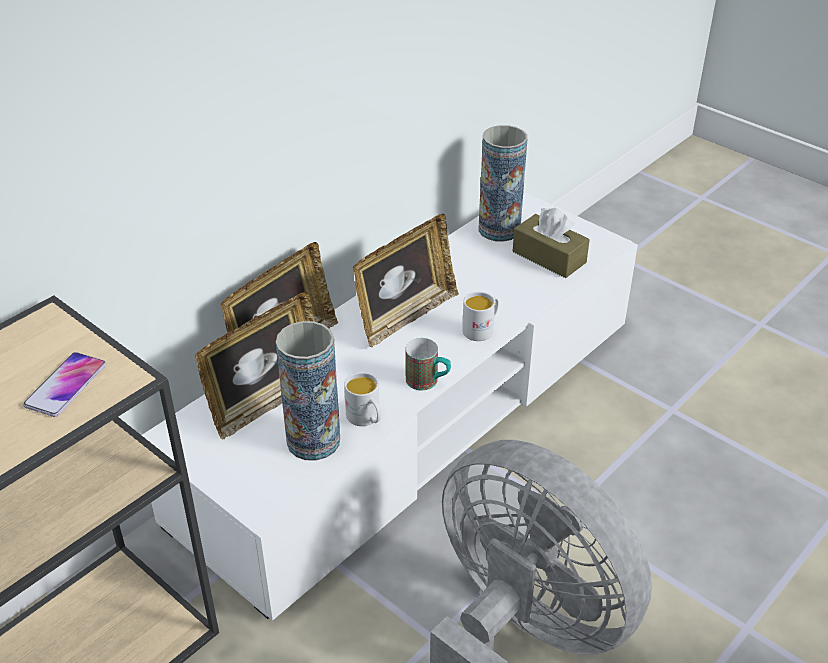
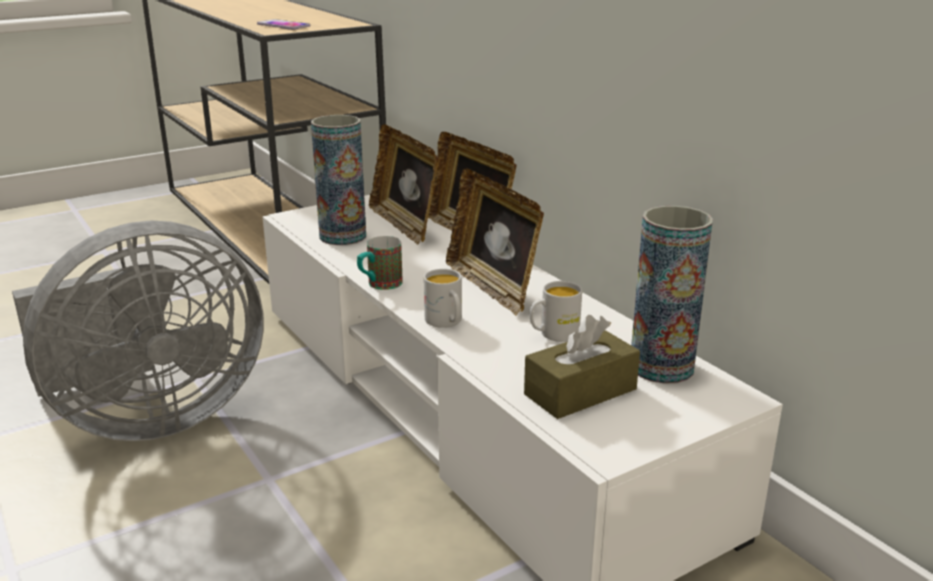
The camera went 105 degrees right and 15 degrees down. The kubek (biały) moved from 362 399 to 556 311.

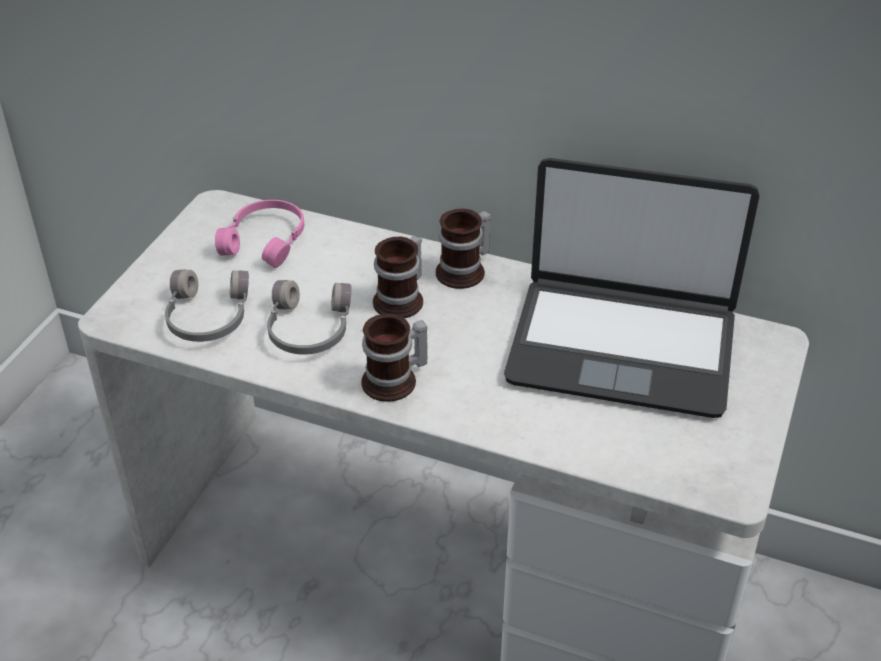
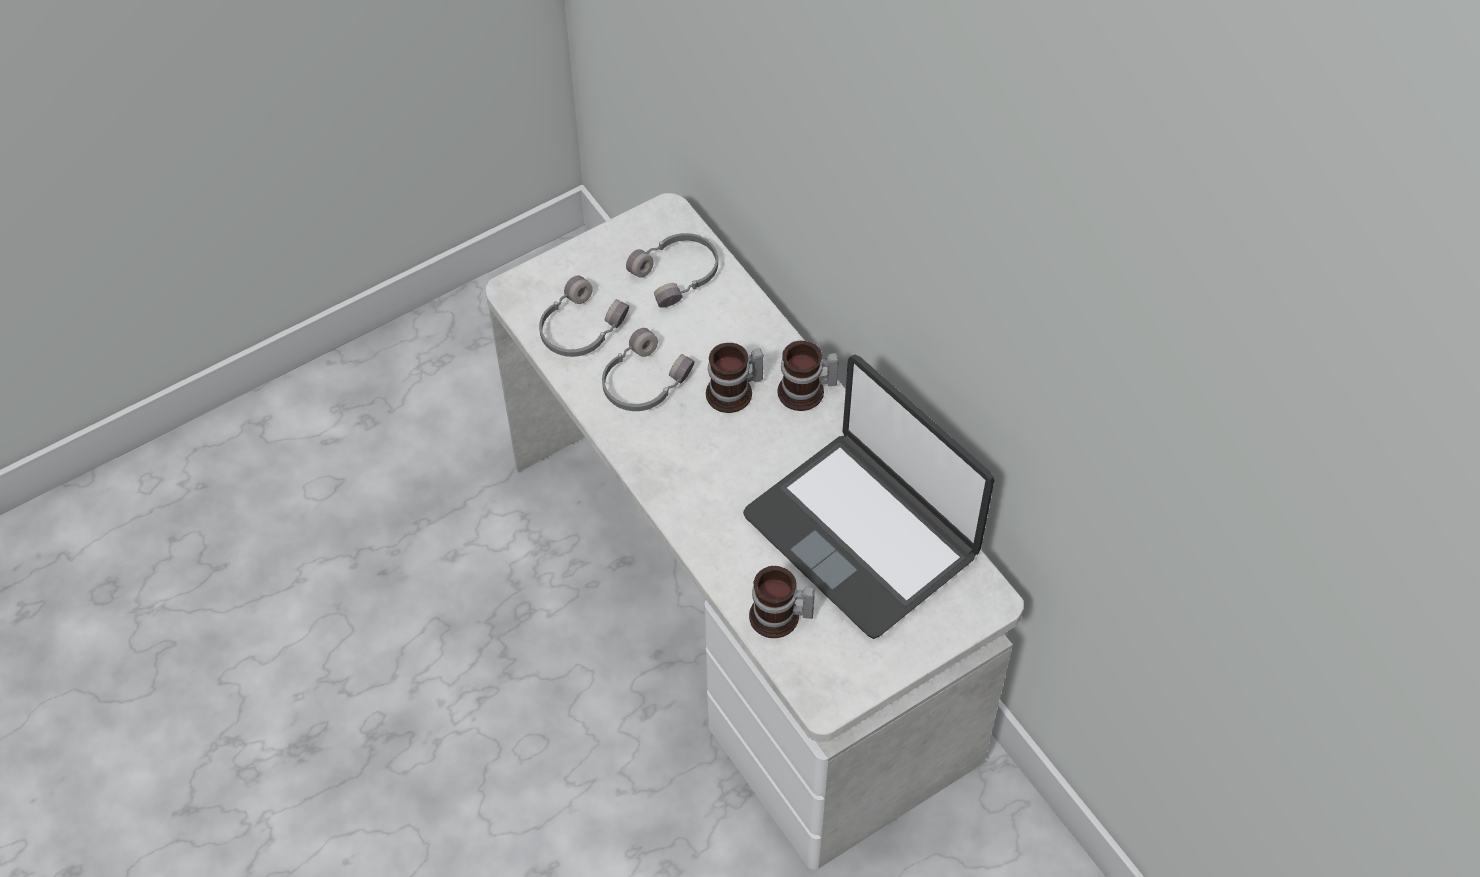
The camera went 35 degrees right and 15 degrees up. The słuchawki (różowy) at 259 234 became the słuchawki (szary) at 672 270. The kubek moved from 394 358 to 782 602.

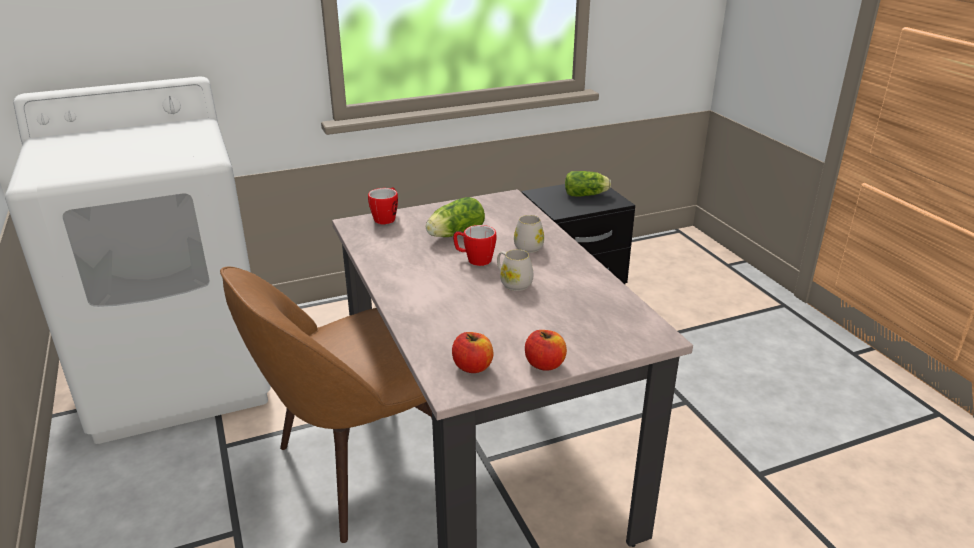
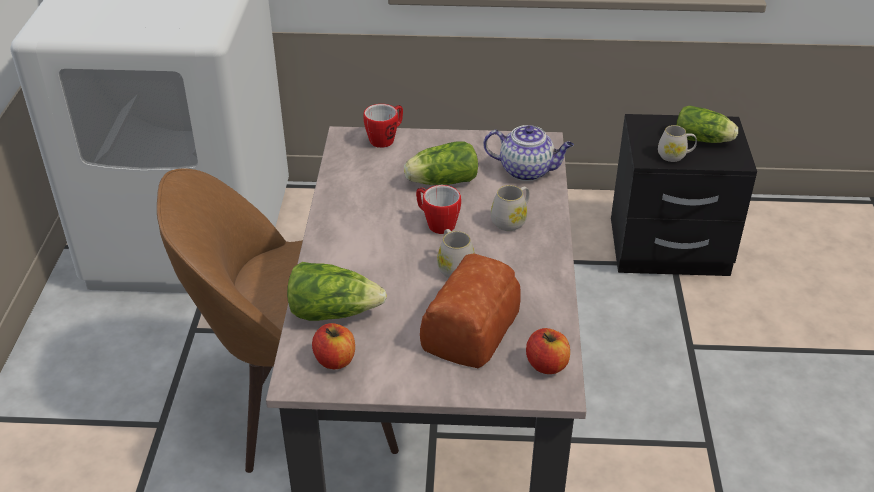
The camera went 25 degrees right and 10 degrees up. The sałata at 337 291 appeared. The chleb at 470 311 appeared. The imbryk at 528 153 appeared. The jabłko moved from 546 350 to 548 351. The kubek (biały) at 677 143 appeared.

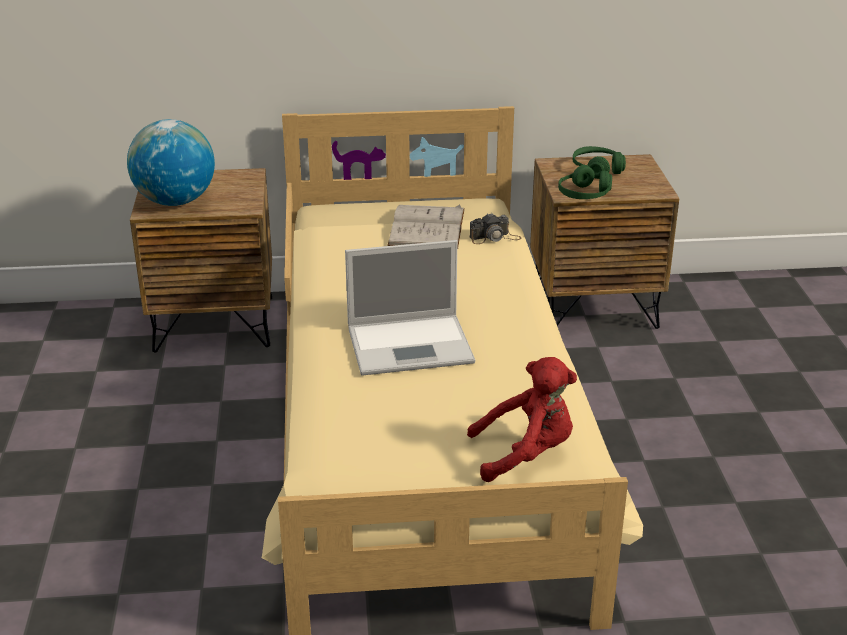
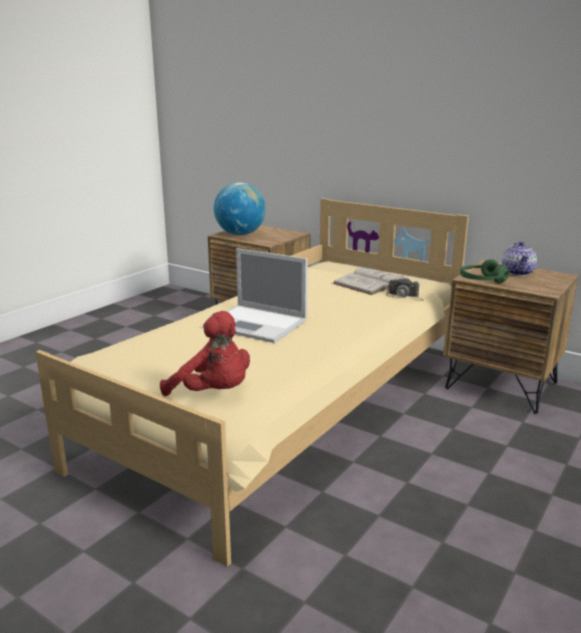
The camera went 40 degrees right and 10 degrees down. The słuchawki (zielony) at 599 162 was replaced by the imbryk at 519 258.

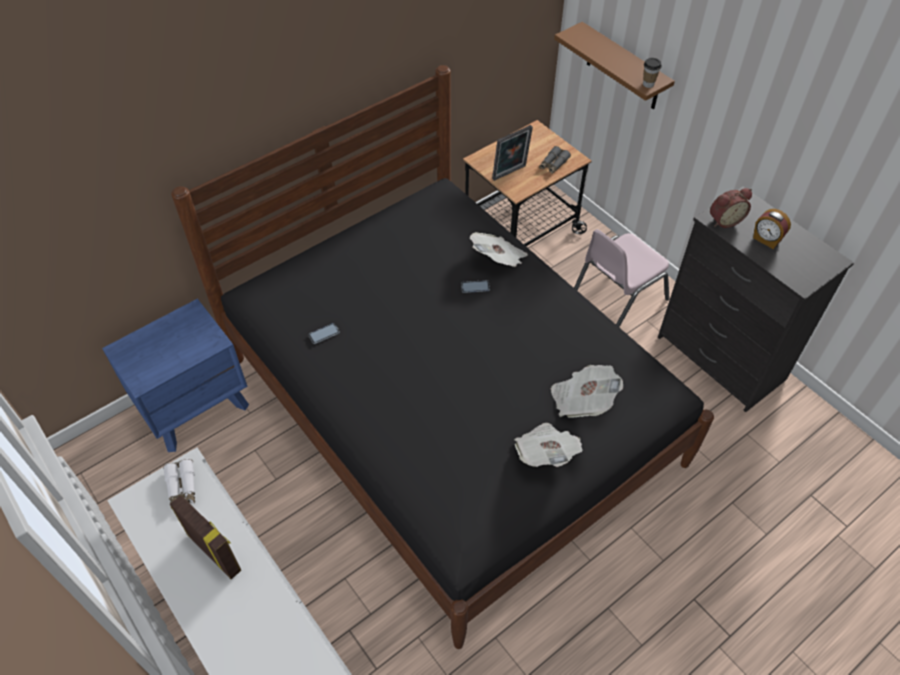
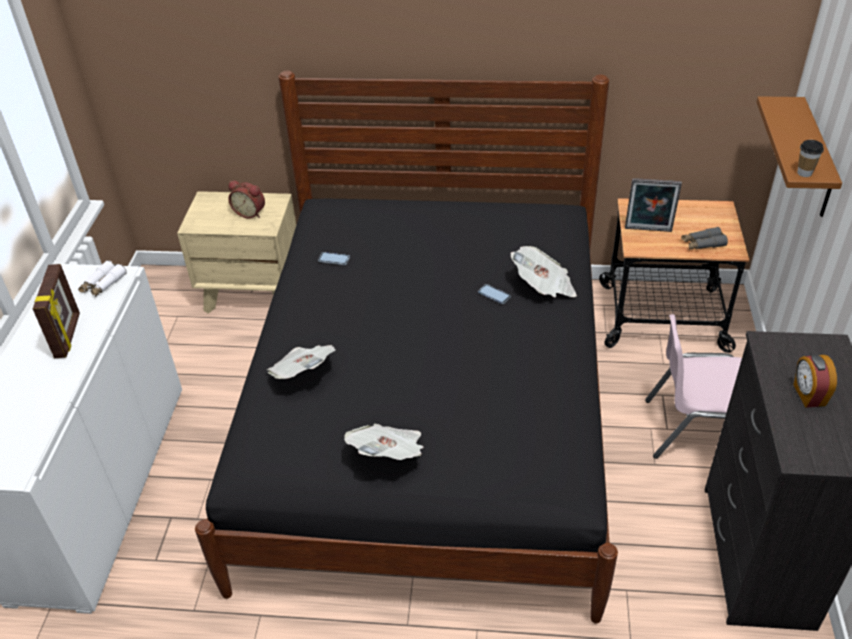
The camera went 45 degrees right and 10 degrees down. The szafka nocna (niebieski) at 175 375 became the szafka nocna (beżowy) at 236 252. The budzik moved from 731 208 to 246 200. The gazeta moved from 587 391 to 301 362.

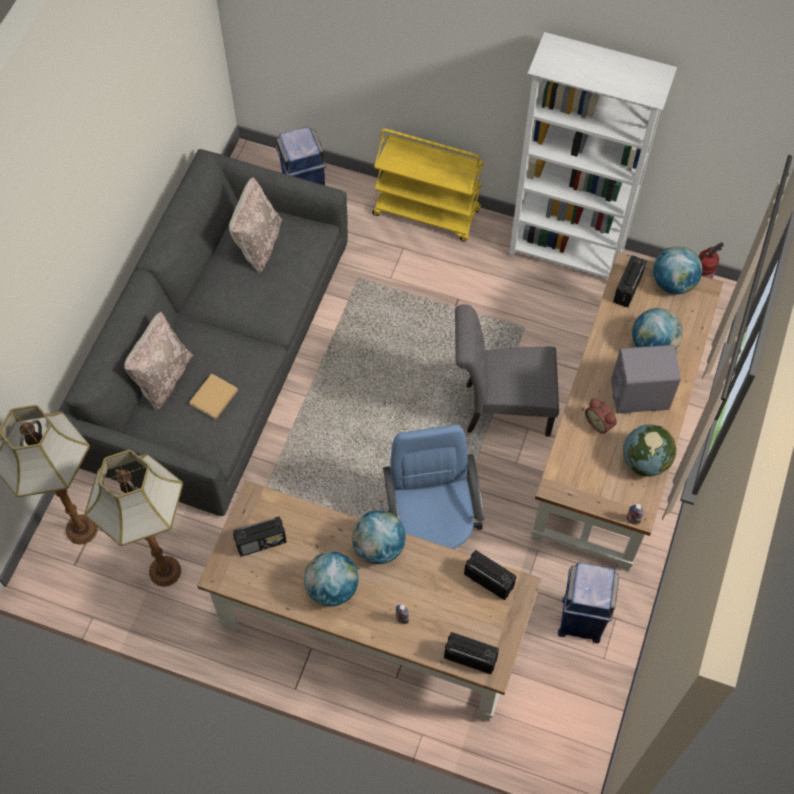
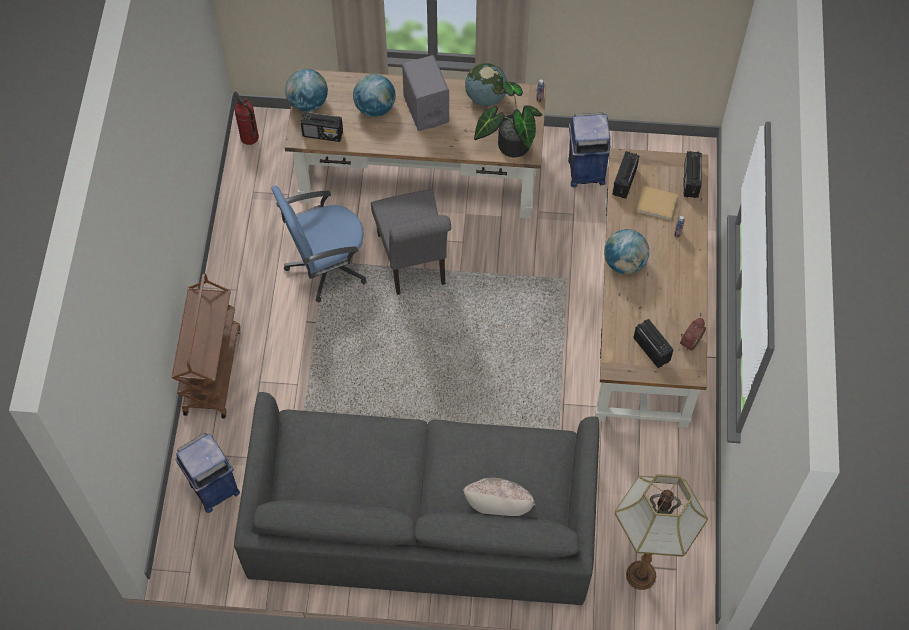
The camera went 105 degrees left and 0 degrees up. The wózek (żółty) at 428 185 became the wózek (brązowy) at 205 346. The krzesło biurowe (niebieski) moved from 434 487 to 319 244. The roślina doniczkowa at 508 120 appeared. The książka (beżowy) moved from 213 396 to 657 203. The budzik moved from 601 416 to 693 334. The lampa stojąca at 133 518 disappeared. The poduszka (beżowy) at 255 225 disappeared. The globus at 331 578 disappeared. The regał (biały) at 593 155 disappeared.

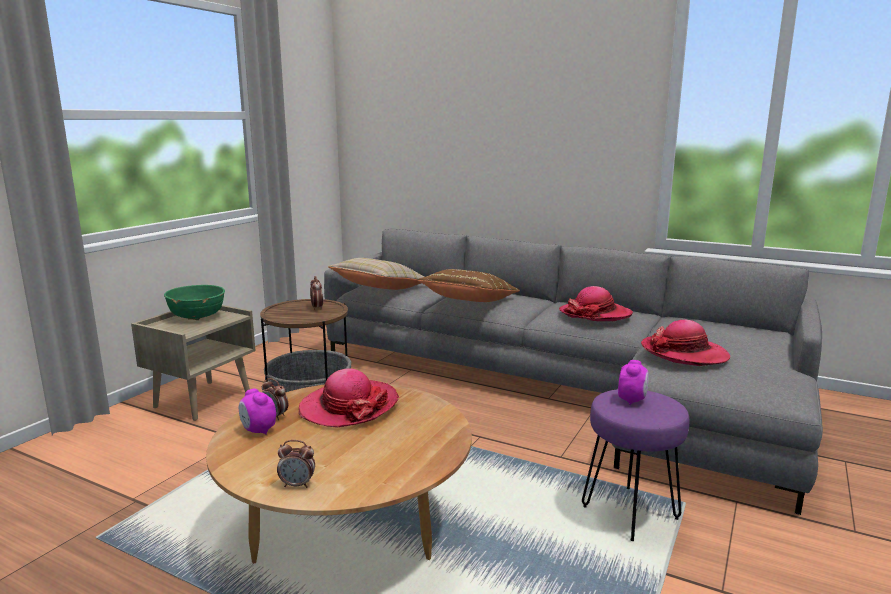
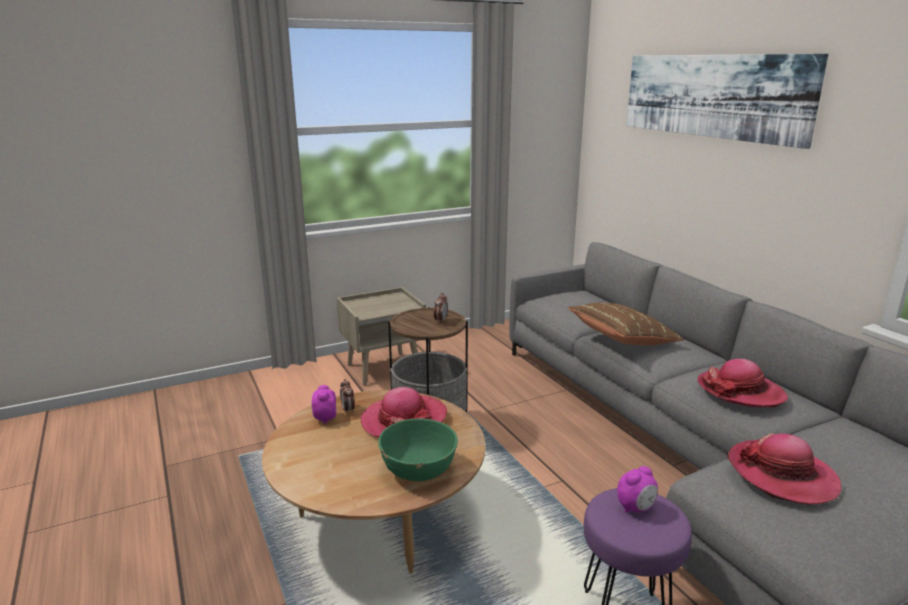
The camera went 35 degrees right and 5 degrees up. The miska (zielony) moved from 194 302 to 418 449. The obraz at 727 101 appeared. The budzik at 296 464 disappeared. The poduszka (beżowy) at 376 274 disappeared.

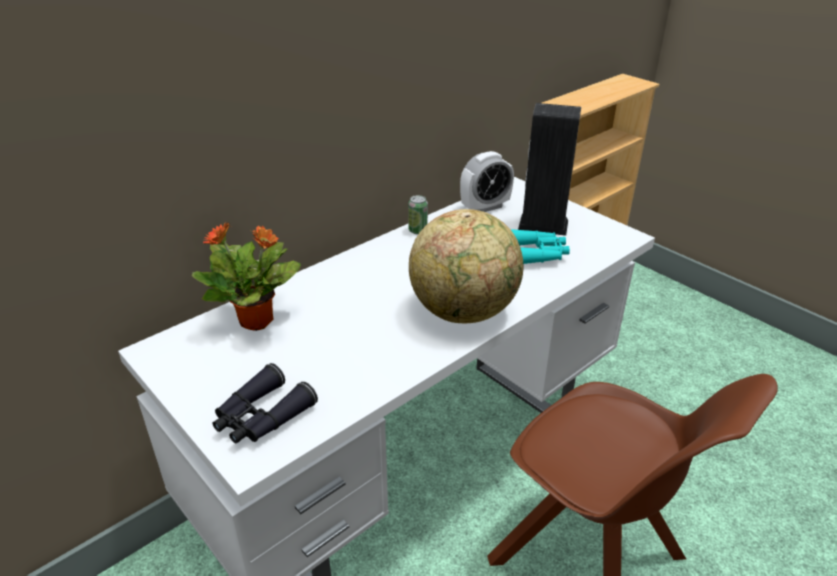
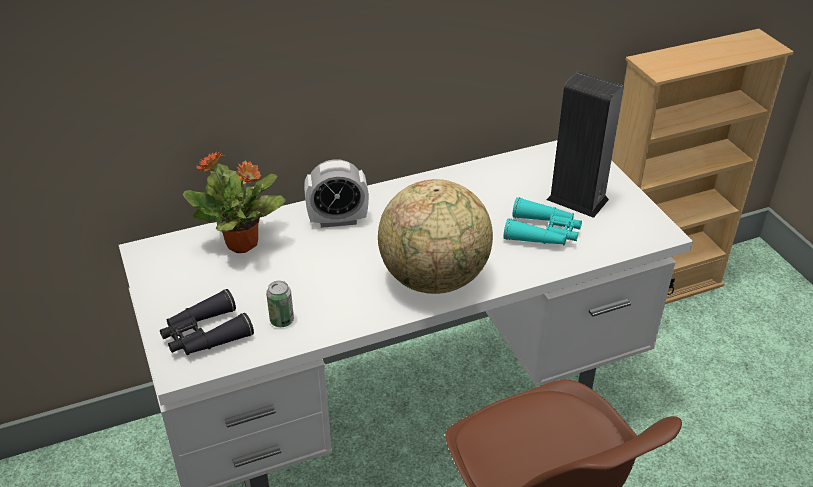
The camera went 20 degrees right and 5 degrees up. The puszka moved from 418 214 to 280 304. The budzik moved from 487 181 to 336 193.

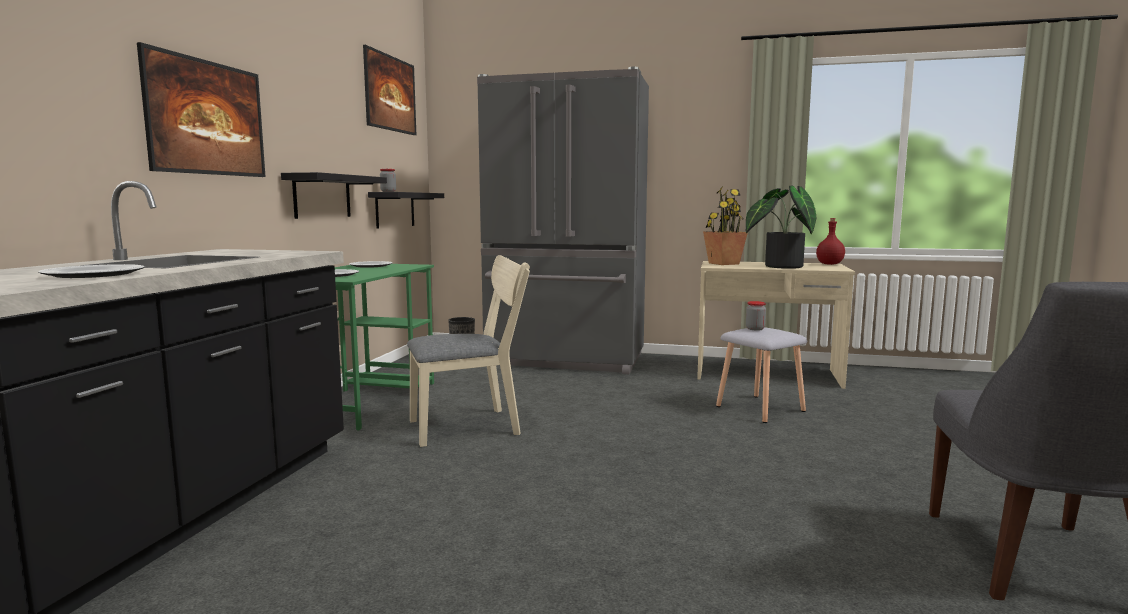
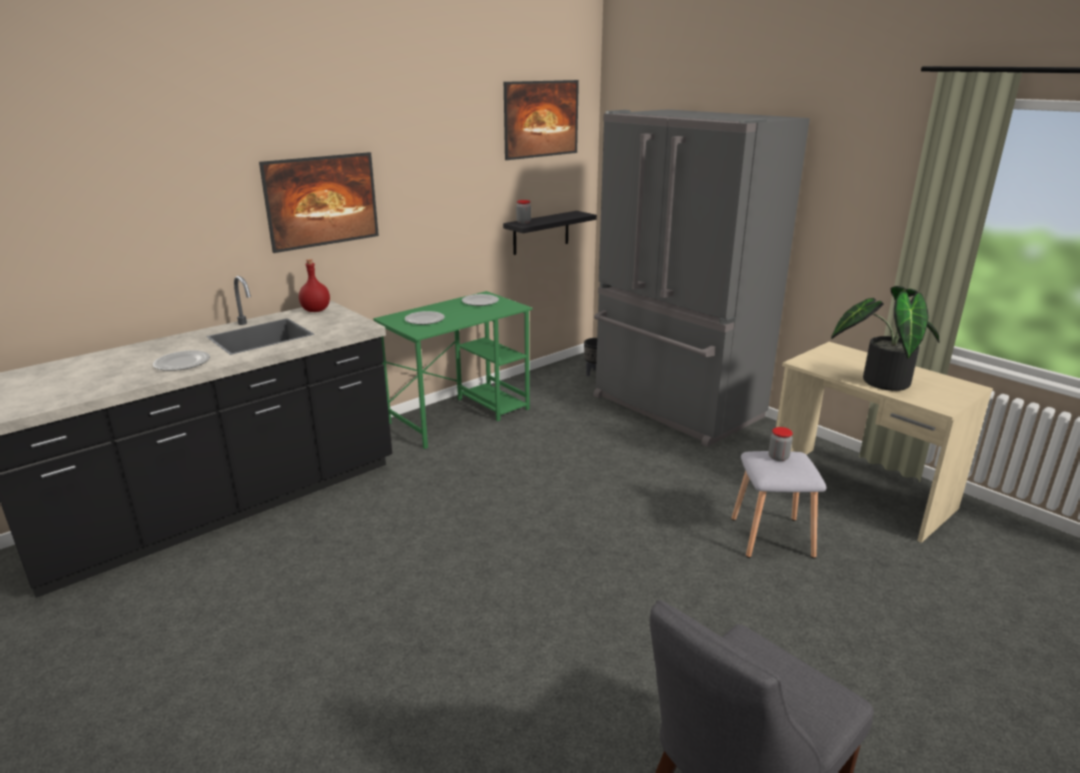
The camera went 35 degrees right and 15 degrees up. The butelka (czerwony) moved from 830 241 to 314 285. The półka (czarny) at 334 195 disappeared. The krzesło (beżowy) at 468 351 disappeared. The roślina doniczkowa at 725 226 disappeared.

